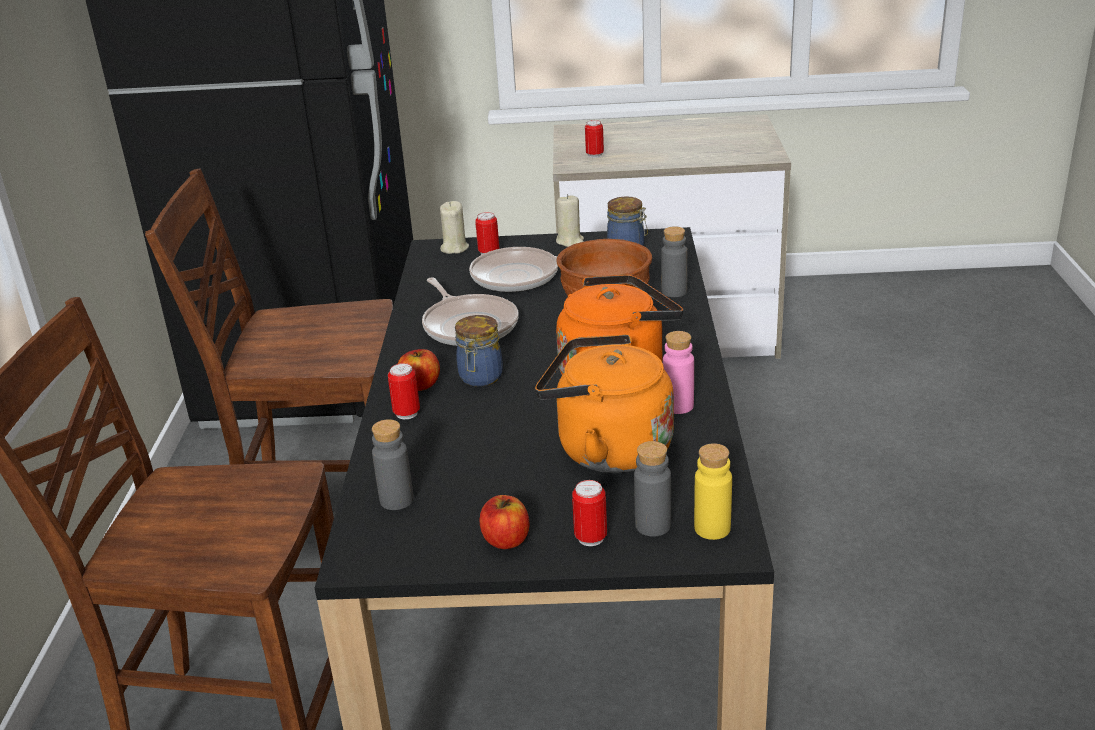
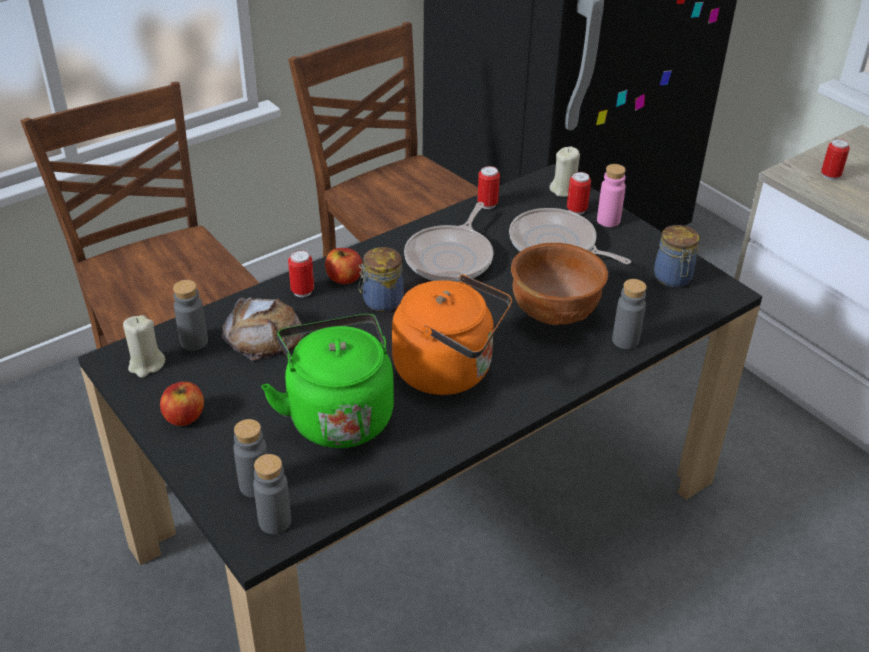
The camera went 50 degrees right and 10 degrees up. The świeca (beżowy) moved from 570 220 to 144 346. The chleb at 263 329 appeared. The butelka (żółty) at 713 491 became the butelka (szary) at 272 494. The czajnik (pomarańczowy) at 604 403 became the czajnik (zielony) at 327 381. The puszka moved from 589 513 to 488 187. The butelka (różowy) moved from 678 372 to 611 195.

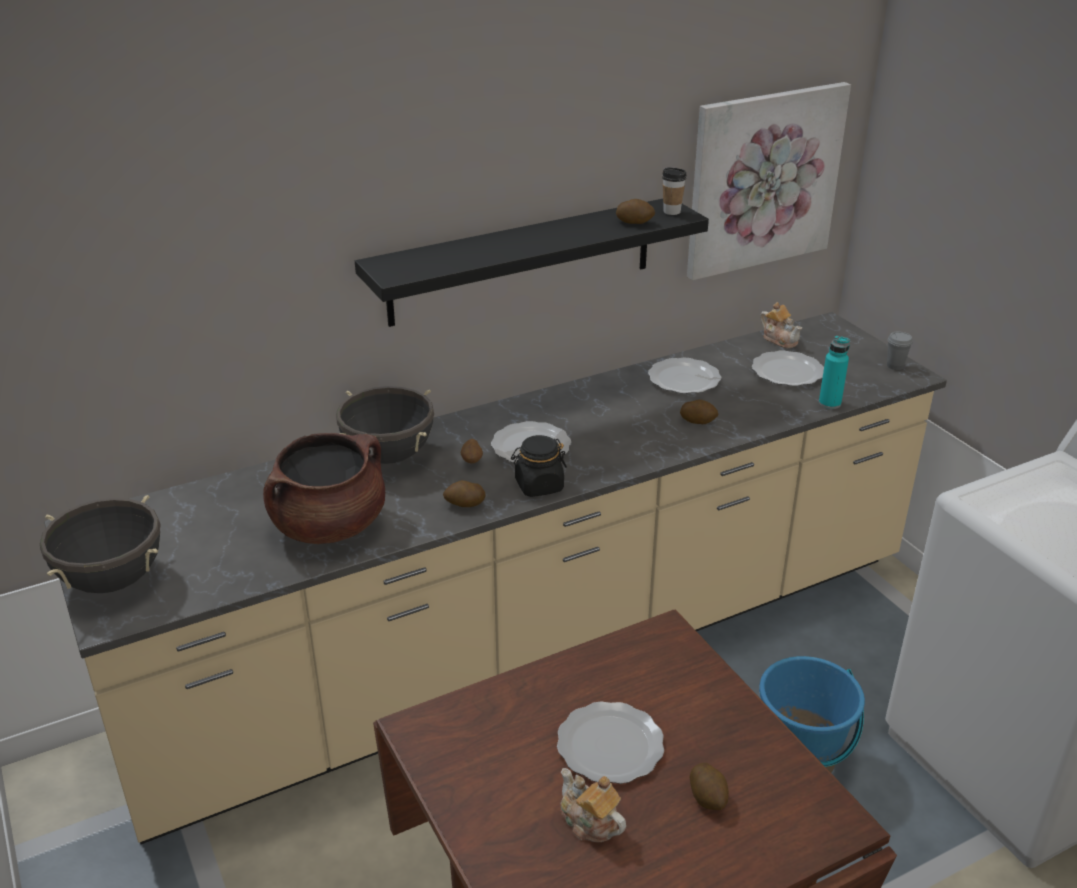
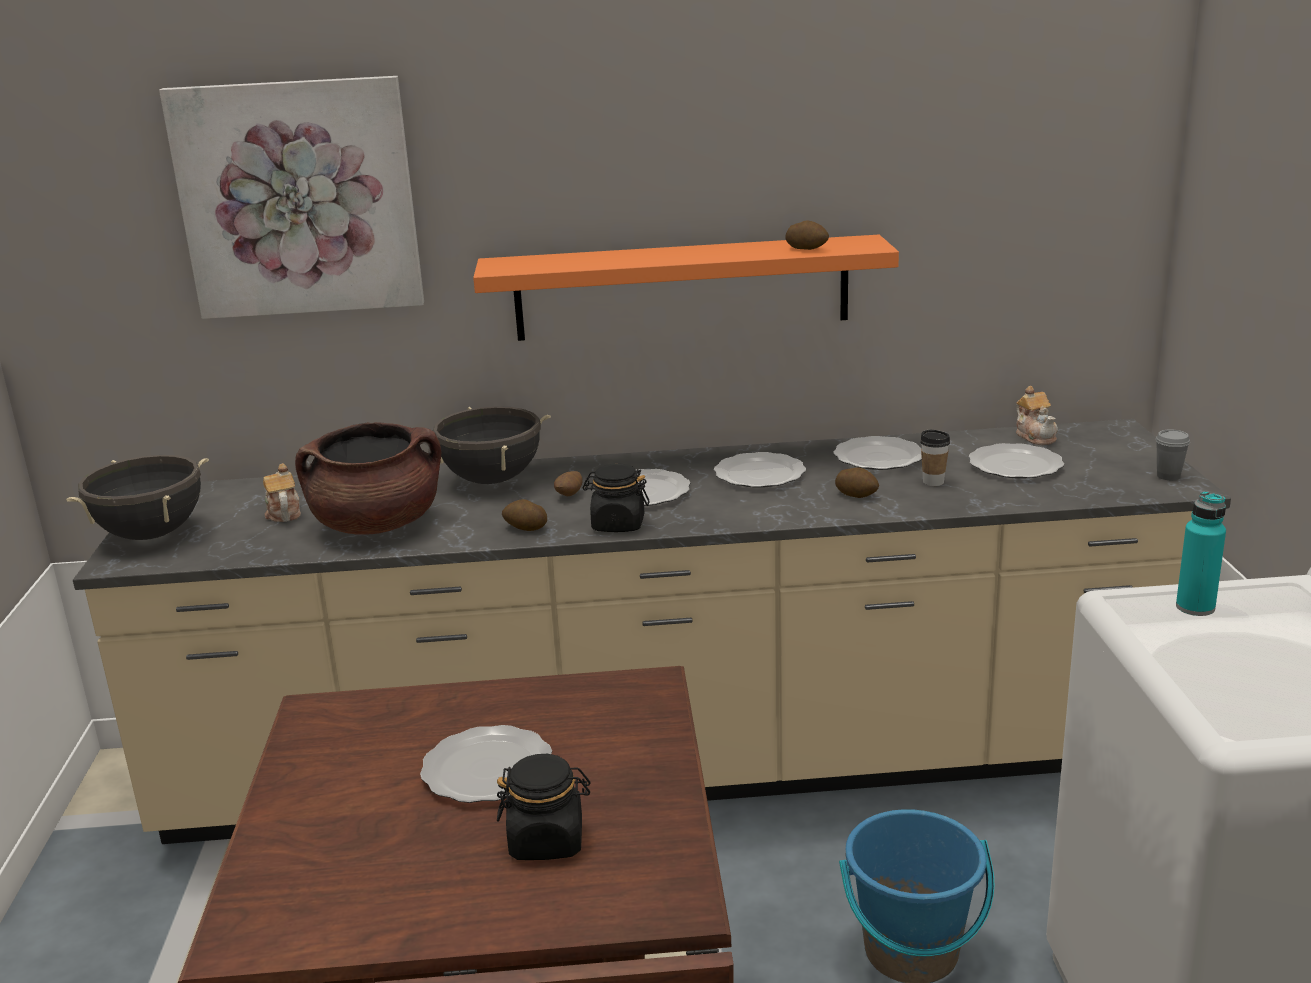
The camera went 25 degrees right and 10 degrees down. The obraz moved from 769 181 to 291 197. The imbryk moved from 593 805 to 282 492. The półka (czarny) at 532 263 became the półka (pomarańczowy) at 686 288. The ziemniak at 709 786 was replaced by the słoik (czarny) at 544 807. The talerz at 760 470 appeared. The filiżanka moved from 674 191 to 935 458. The butelka (turkusowy) moved from 834 372 to 1201 553.

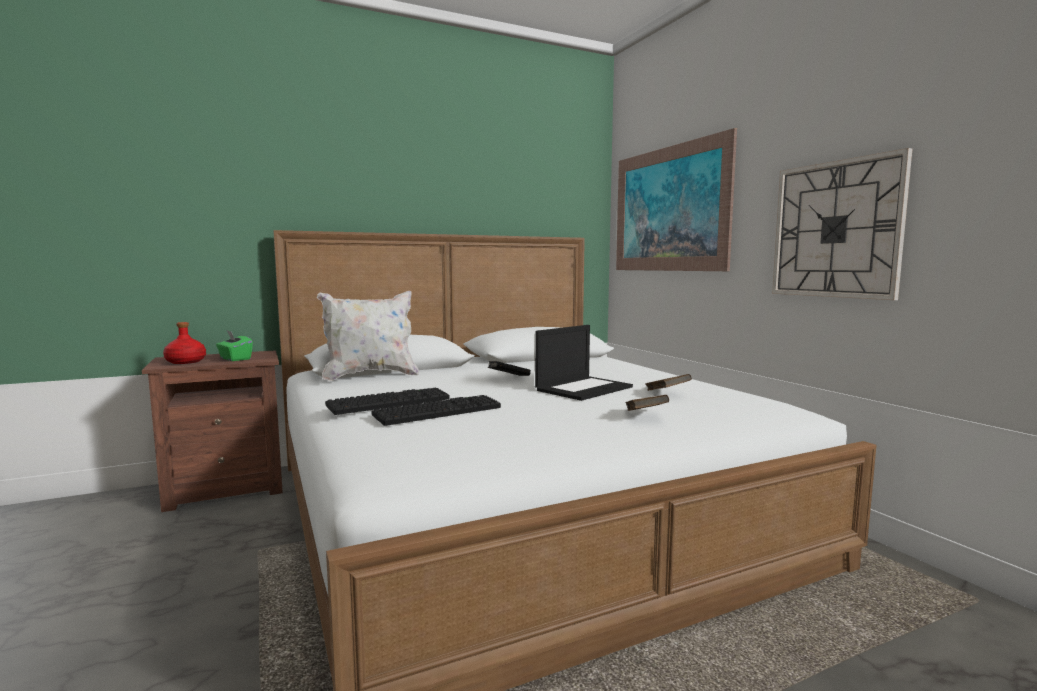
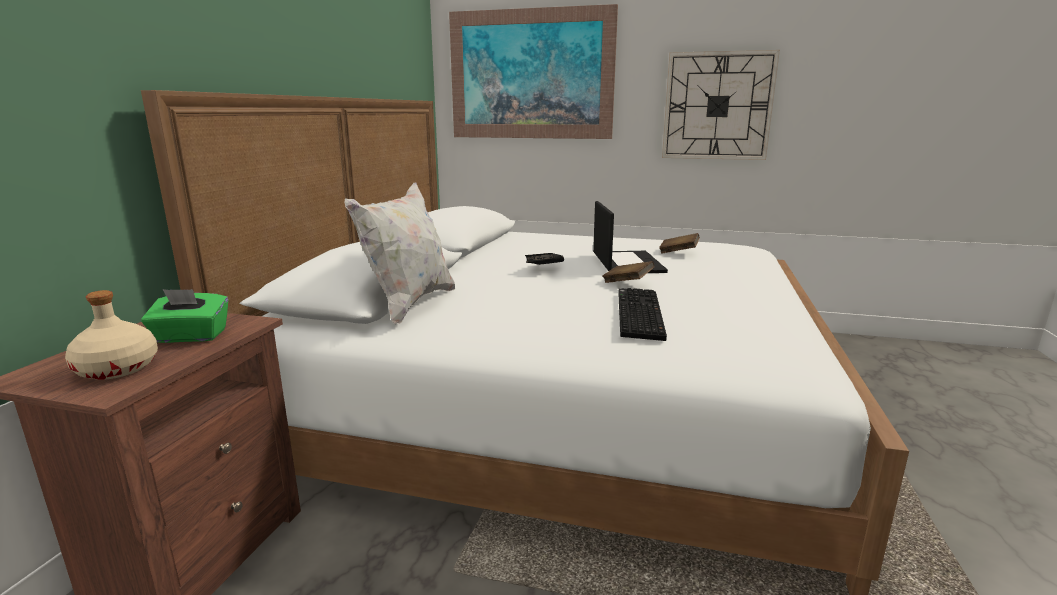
The camera went 50 degrees left and 10 degrees up. The butelka (czerwony) at 184 343 became the butelka (beżowy) at 111 335. The książka (brązowy) moved from 647 403 to 628 272. The klawiatura at 387 401 disappeared.

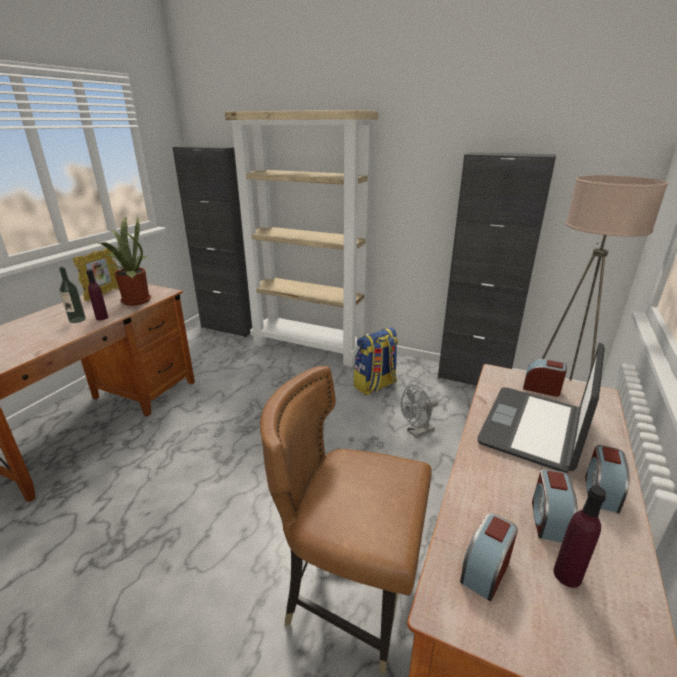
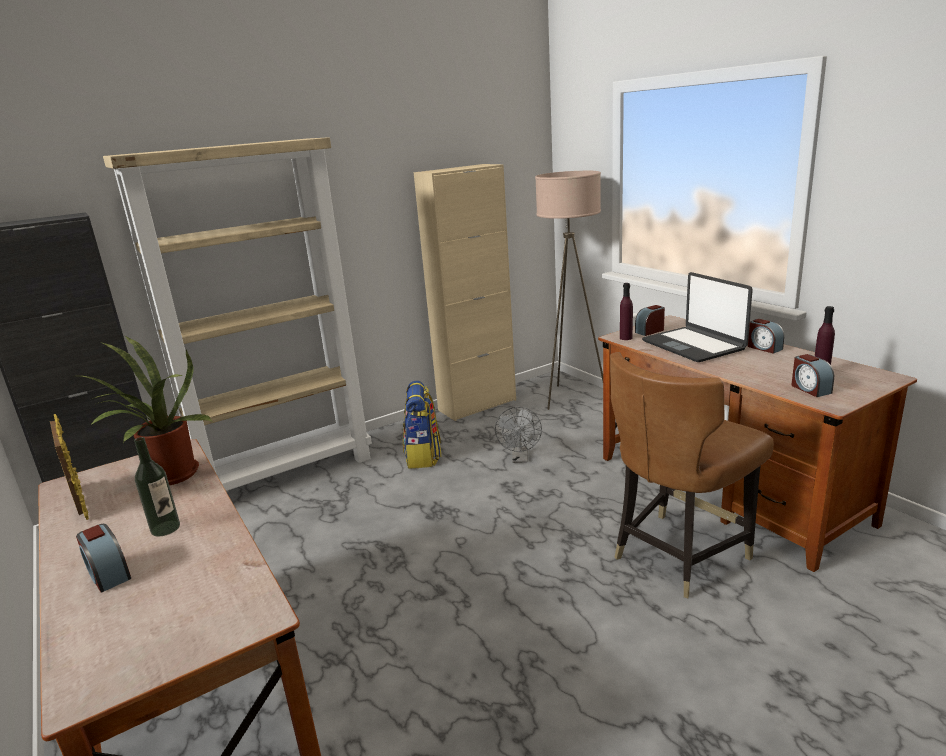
The camera went 55 degrees left and 5 degrees down. The budzik moved from 555 506 to 103 558. The szafka (czarny) at 497 269 became the szafka (beżowy) at 465 292. The butelka (fioletowy) moved from 97 294 to 626 311.

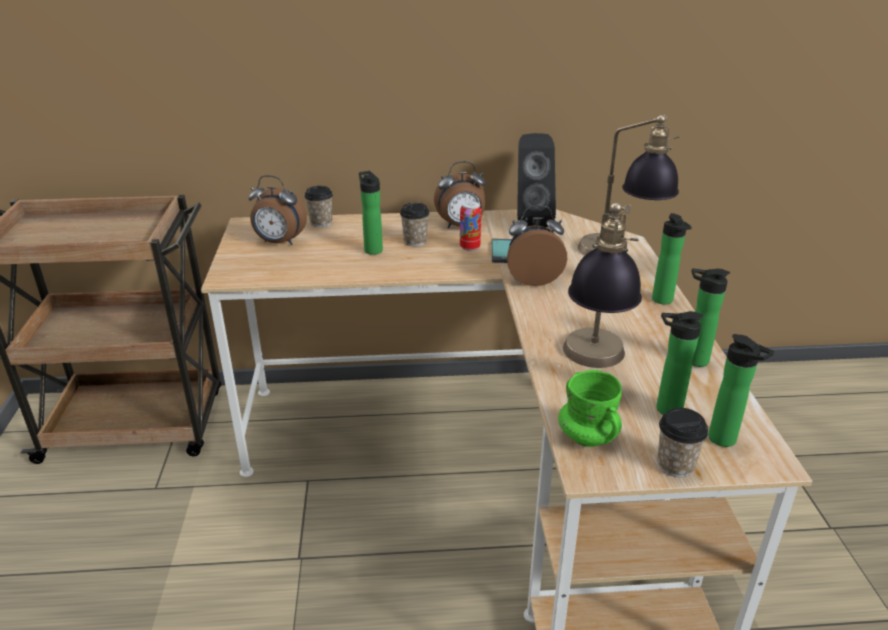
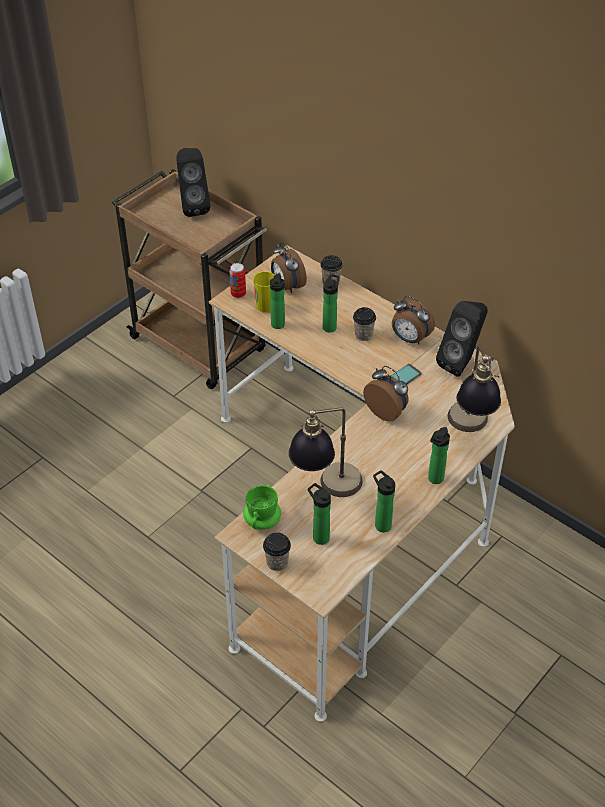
The camera went 45 degrees right and 15 degrees up. The głośnik (czarny) at 193 182 appeared. The puszka moved from 470 226 to 237 280. The filiżanka at 264 291 appeared. The butelka moved from 741 390 to 277 301.

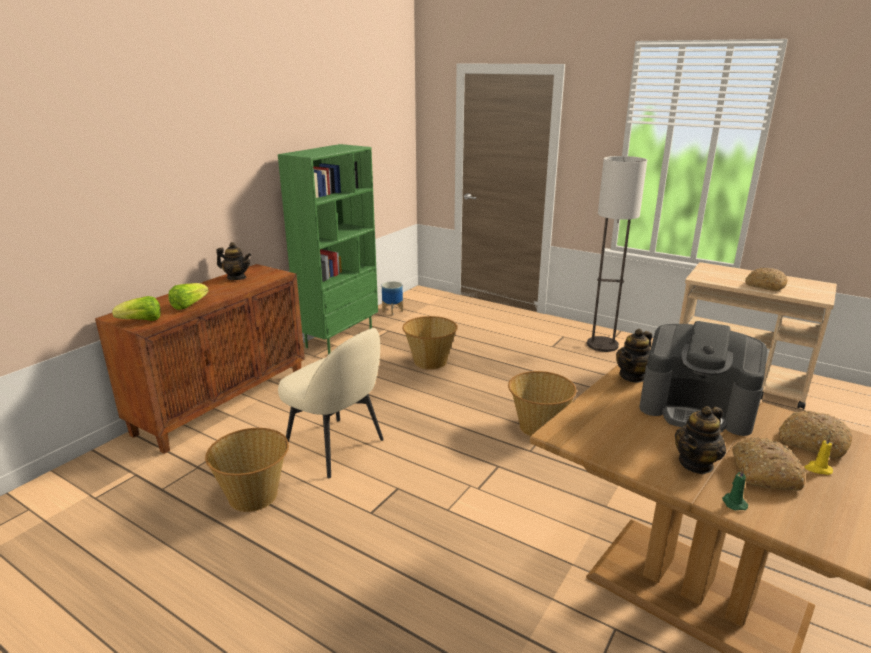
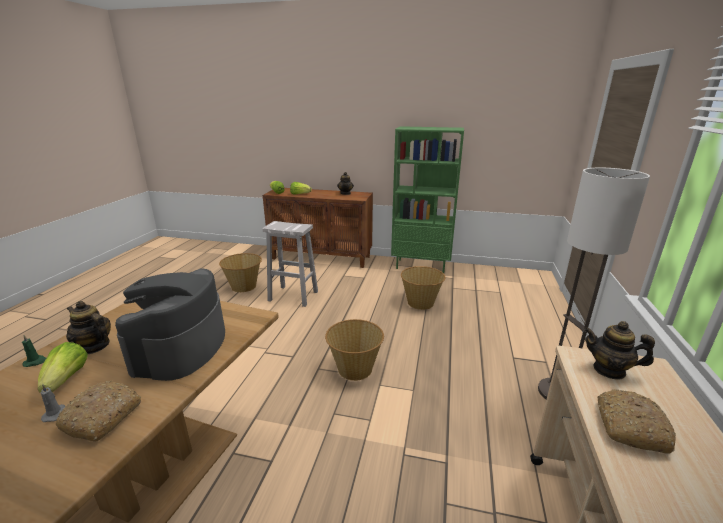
The camera went 70 degrees right and 0 degrees up. The chleb at 768 464 was replaced by the sałata at 63 367. The świeca (żółty) at 818 455 became the świeca (szary) at 53 403. The krzesło (beżowy) at 331 403 was replaced by the stołek (biały) at 290 264. The imbryk moved from 634 356 to 619 350. The donica at 392 298 disappeared.

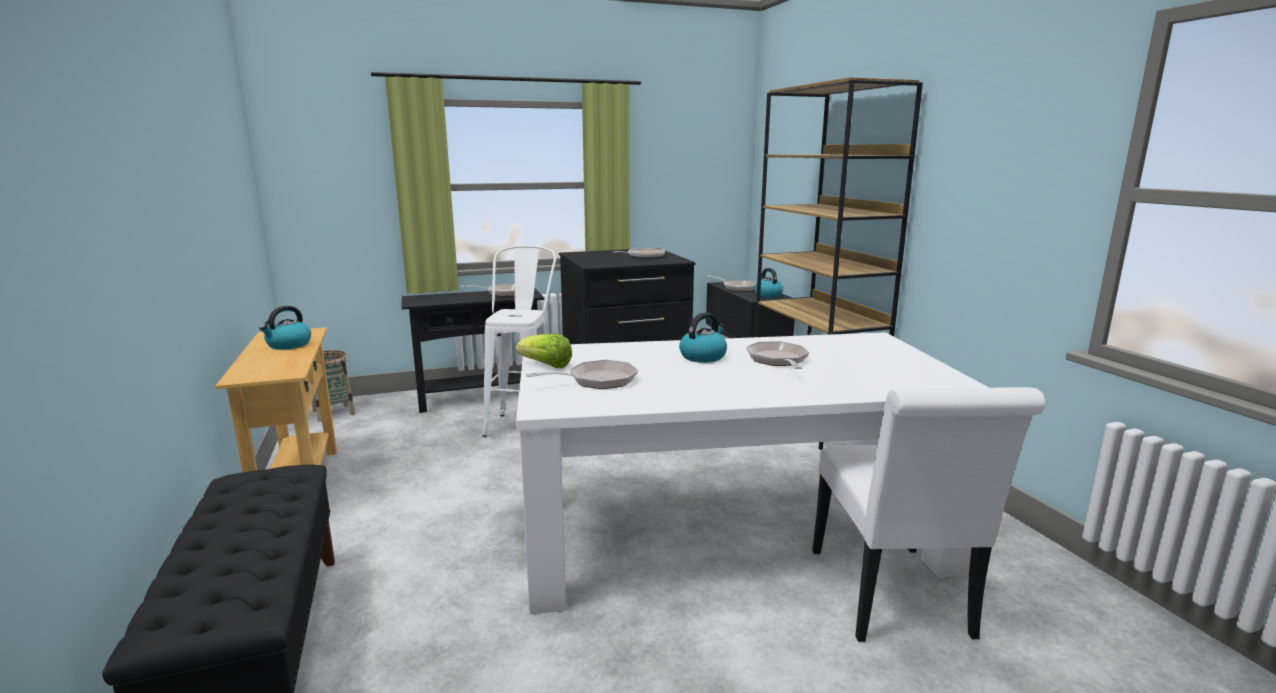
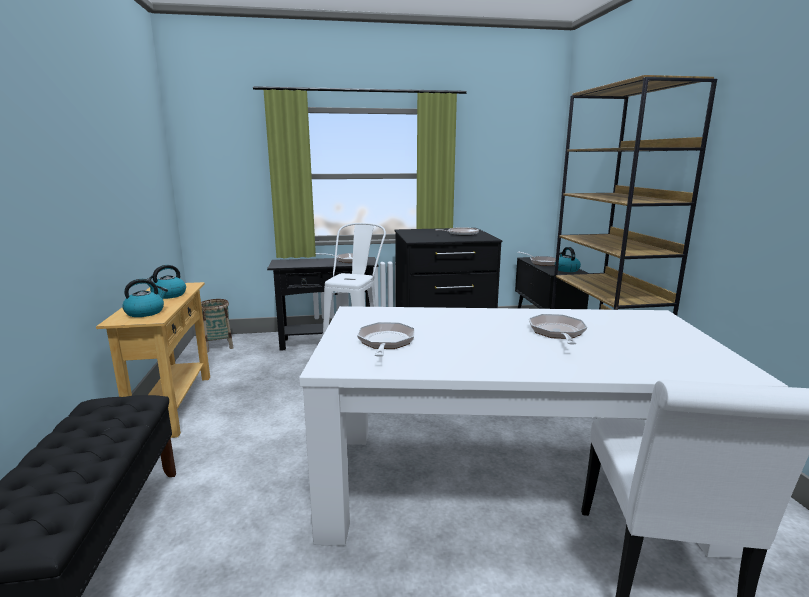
The camera went 10 degrees right and 0 degrees up. The czajnik moved from 703 337 to 145 298. The patelnia at 582 374 turned 75 degrees counterclockwise. The sałata at 544 351 disappeared.

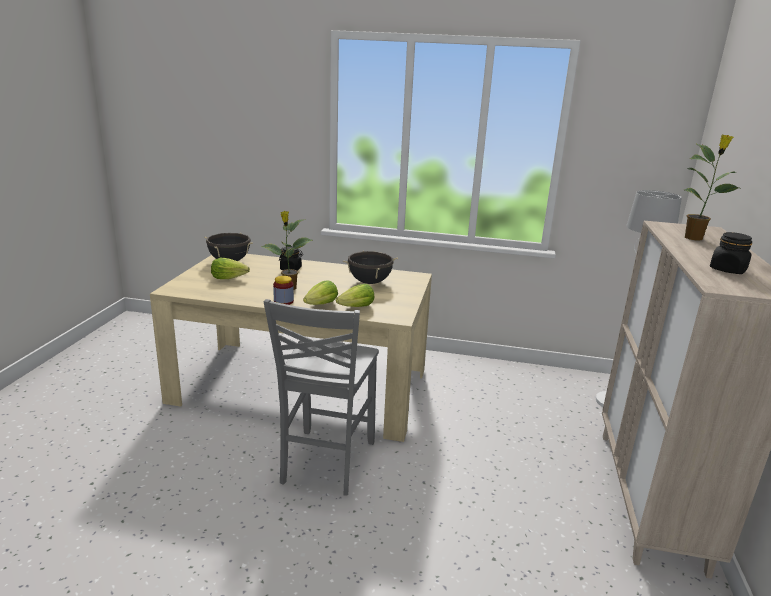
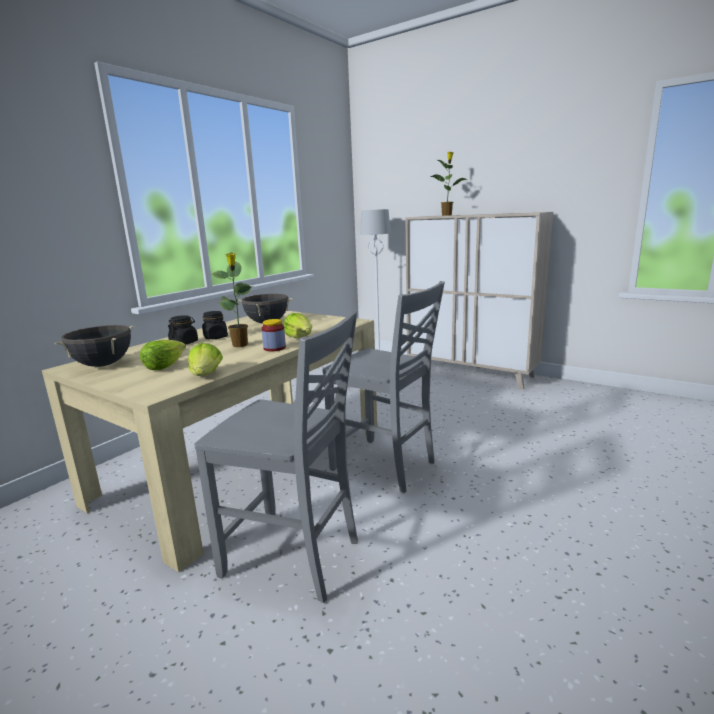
The camera went 65 degrees left and 5 degrees down. The sałata moved from 355 295 to 205 359. The krzesło (szary) at 276 456 appeared. The słoik (czarny) moved from 731 253 to 215 325.

